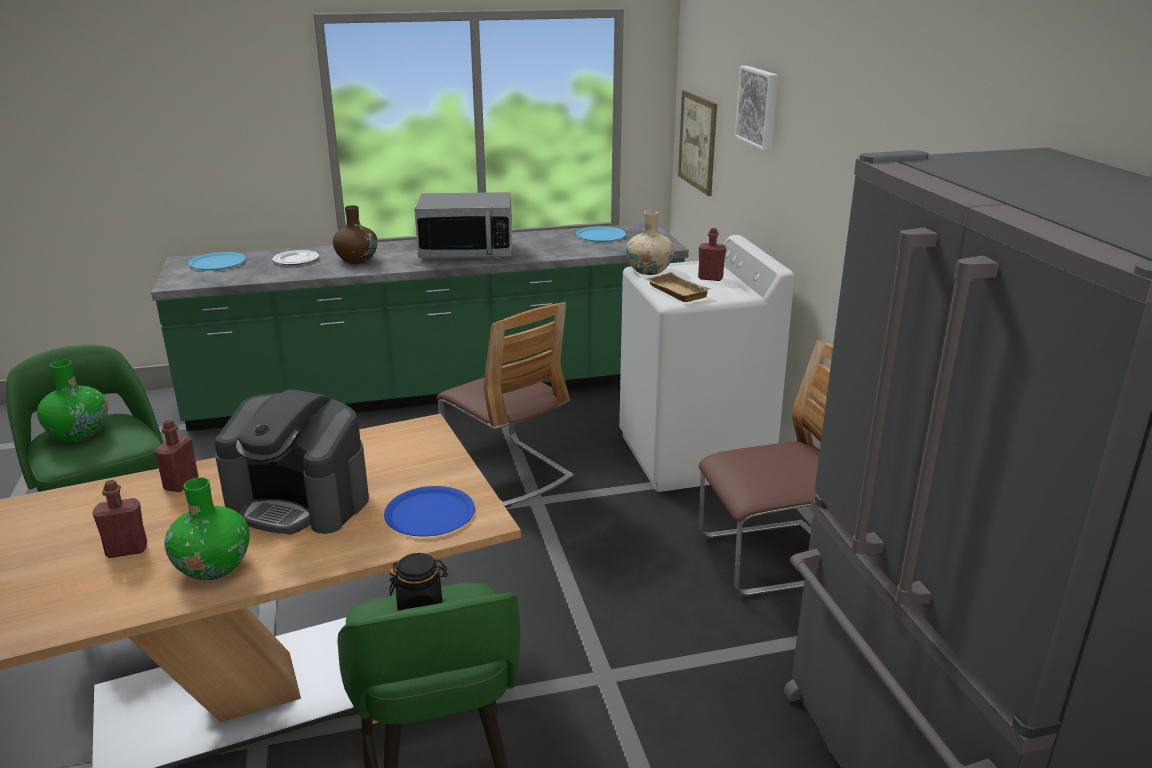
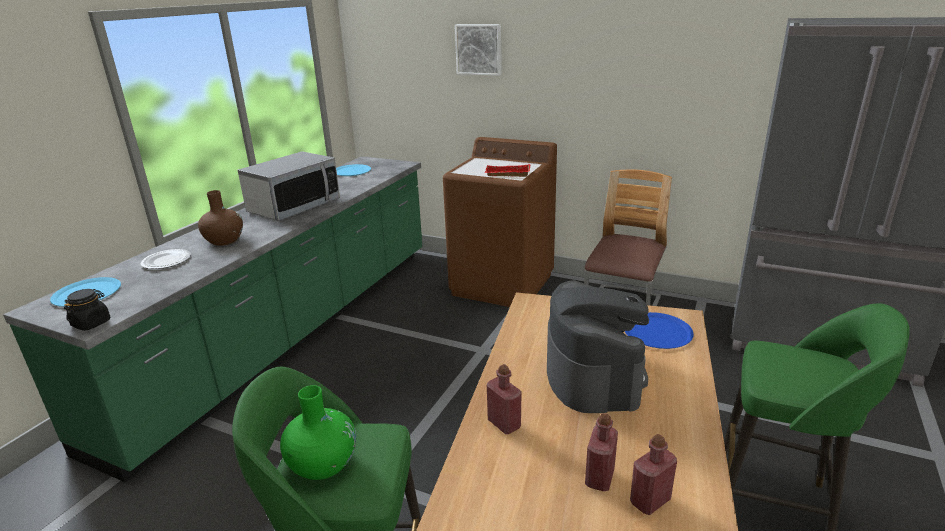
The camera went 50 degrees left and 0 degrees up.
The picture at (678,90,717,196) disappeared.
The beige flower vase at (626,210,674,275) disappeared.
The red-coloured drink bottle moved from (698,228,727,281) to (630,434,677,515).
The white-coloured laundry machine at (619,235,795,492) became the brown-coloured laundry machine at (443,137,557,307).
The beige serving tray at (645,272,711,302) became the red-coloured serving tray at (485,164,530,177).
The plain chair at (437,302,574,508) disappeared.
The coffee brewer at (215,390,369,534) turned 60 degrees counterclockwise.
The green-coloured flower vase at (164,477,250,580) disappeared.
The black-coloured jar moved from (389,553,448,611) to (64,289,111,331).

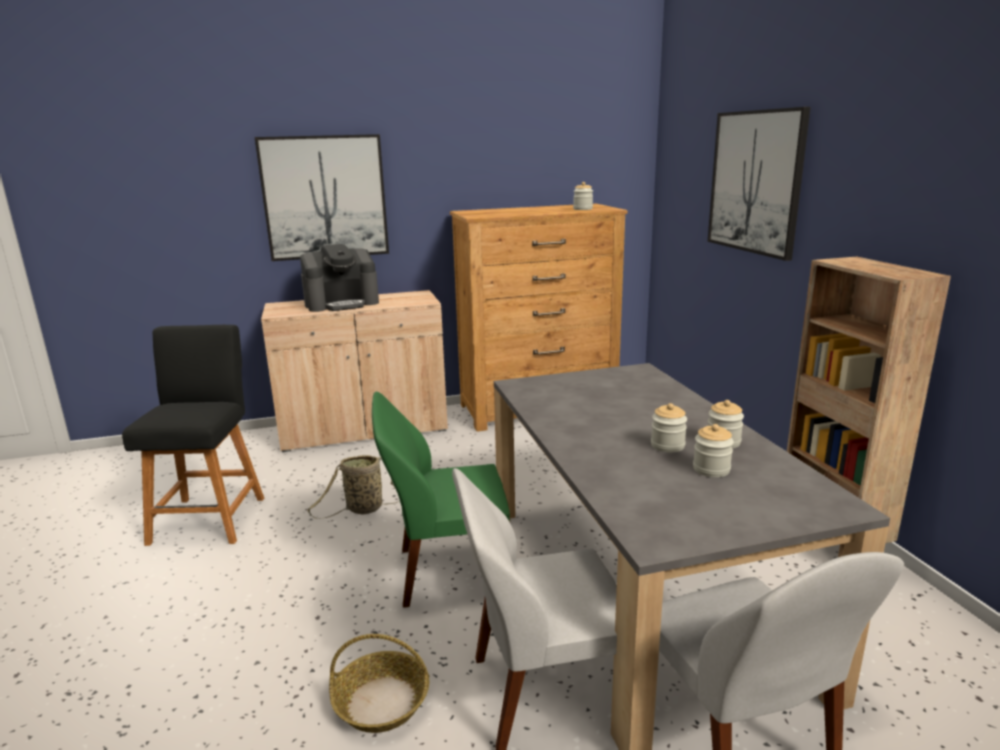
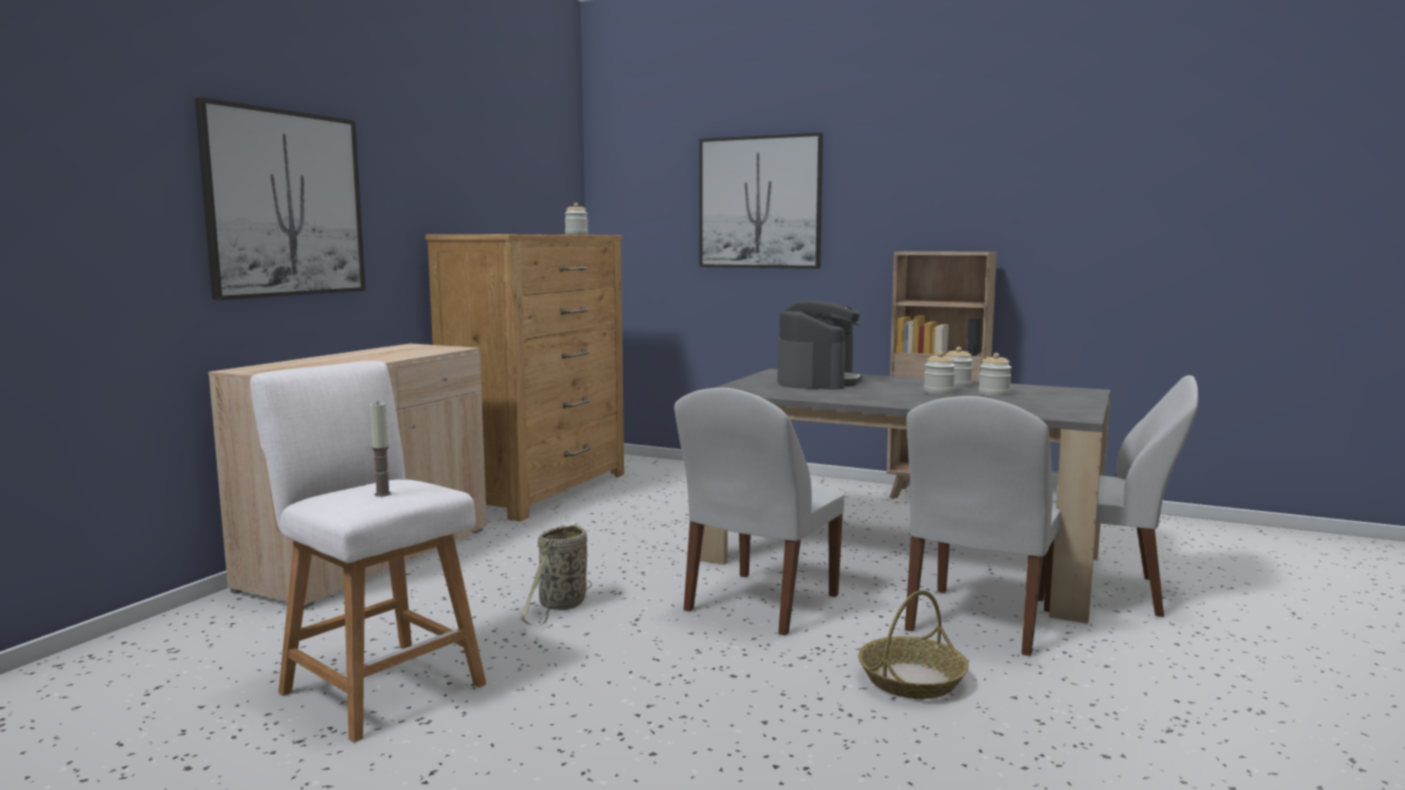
The camera went 50 degrees left and 10 degrees down.
The coffee brewer moved from (300,244,379,312) to (777,300,863,390).
The black-coloured stool seat at (122,325,264,546) became the white-coloured stool seat at (250,361,486,743).
The green-coloured plain chair at (372,392,510,608) became the white-coloured plain chair at (674,388,844,635).
The wax candle at (370,401,391,497) appeared.

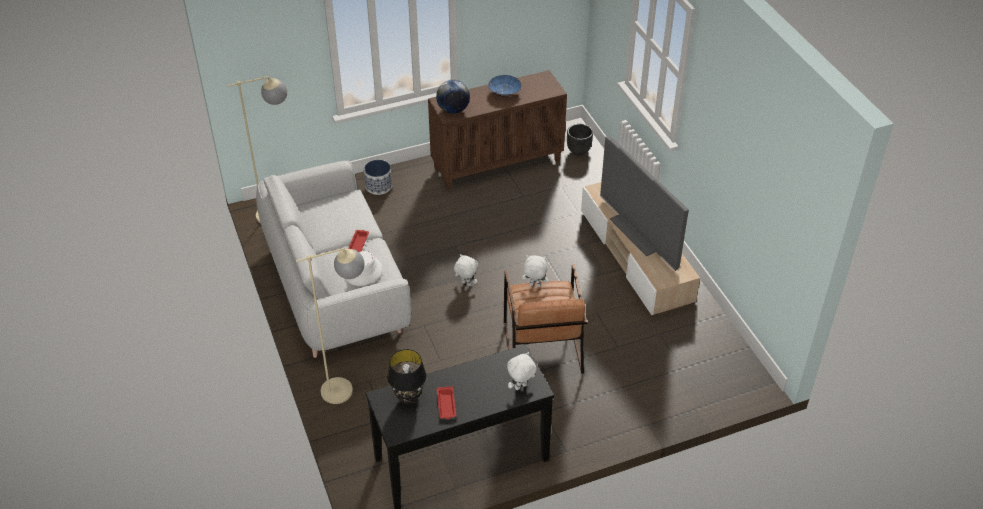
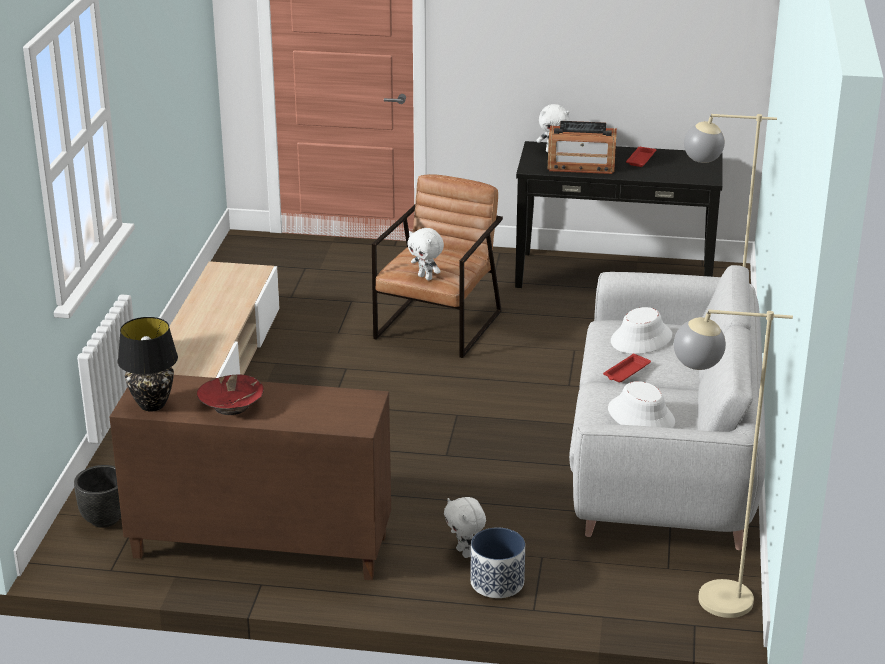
The camera went 150 degrees left and 15 degrees down.
The blue-coloured bowl at (488,75,521,97) became the red-coloured bowl at (197,374,264,415).
The world globe at (436,80,470,114) disappeared.
The TV set at (600,137,689,271) disappeared.
The white-coloured cuddly toy moved from (454,254,478,286) to (444,497,486,558).
The black-coloured lamp for a table moved from (387,349,427,405) to (118,317,178,412).
The radio receiver at (548,121,617,174) appeared.
The white-coloured clothing hat at (608,381,675,428) appeared.

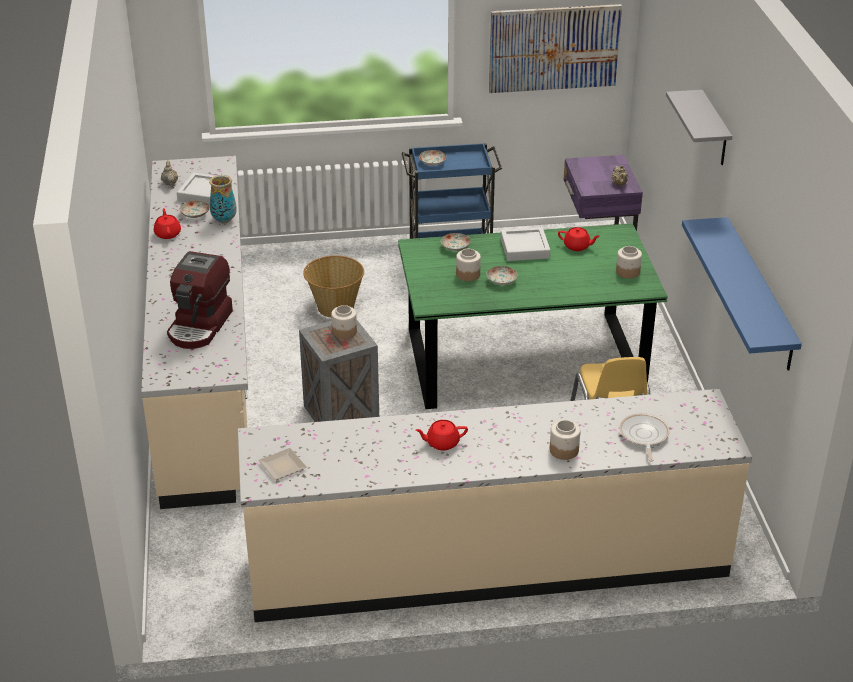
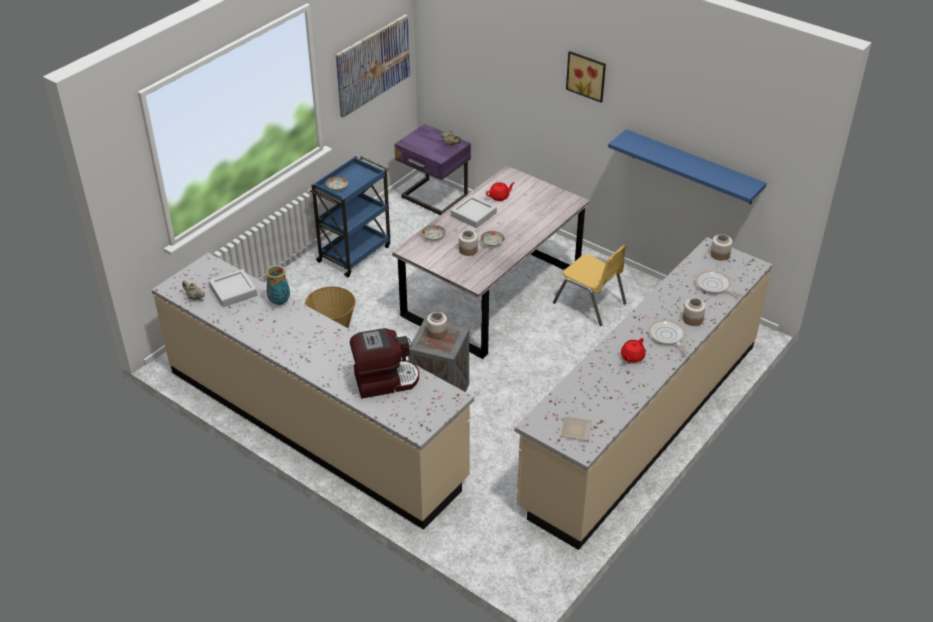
The camera went 45 degrees left and 5 degrees up.
The grey shelf at (666,90,732,165) was replaced by the picture at (566,51,606,102).
The plate at (179,201,209,218) disappeared.
The red-coloured teapot at (154,208,181,239) disappeared.
The green-coloured dining table at (398,223,668,409) became the grey dining table at (392,165,590,359).
The jar moved from (616,246,642,278) to (710,234,733,261).
The coffee brewer at (167,251,233,349) turned 75 degrees counterclockwise.
The skillet at (649,320,689,354) appeared.

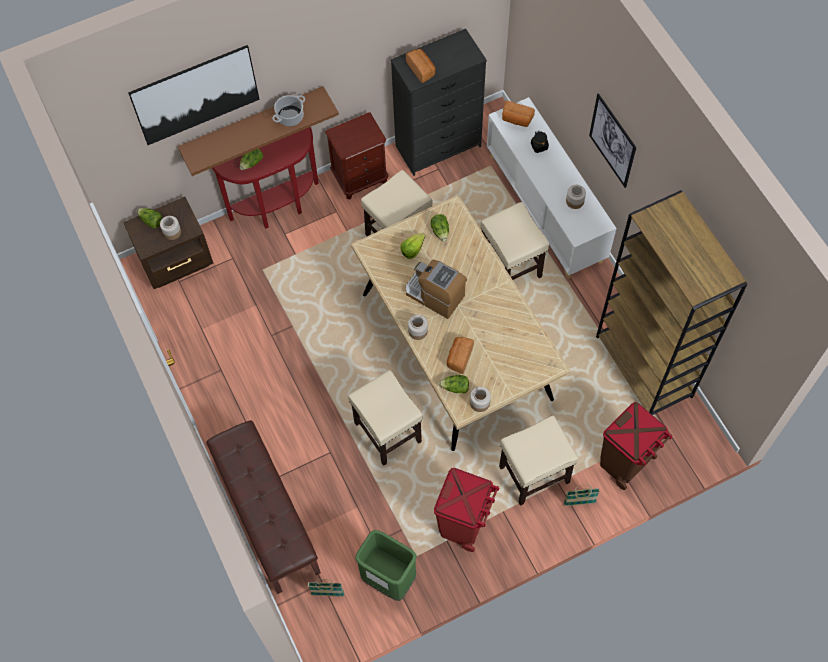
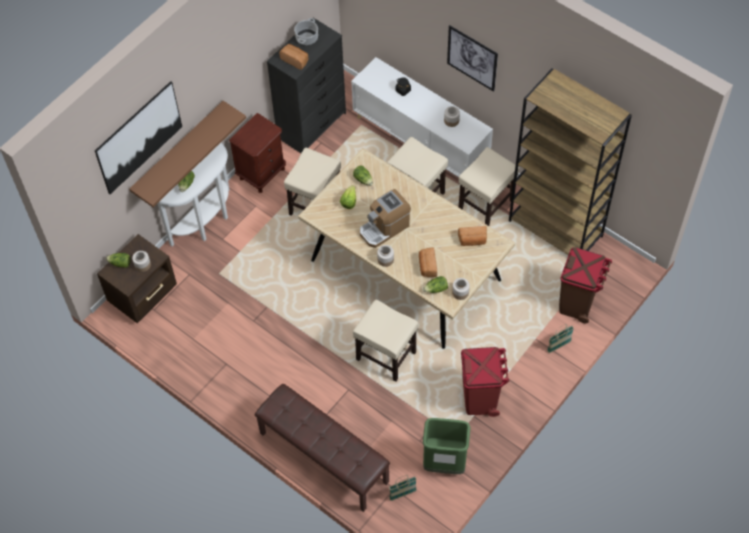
The camera went 25 degrees left and 5 degrees down.
The saucepot moved from (272,95,305,126) to (294,18,318,45).
The bread moved from (502,101,535,127) to (458,226,487,246).
The red-coloured hall table at (212,127,319,229) became the white-coloured hall table at (157,142,230,246).
The coffee brewer at (405,260,467,319) turned 45 degrees counterclockwise.
The beige stool seat moved from (499,416,578,506) to (459,147,519,226).

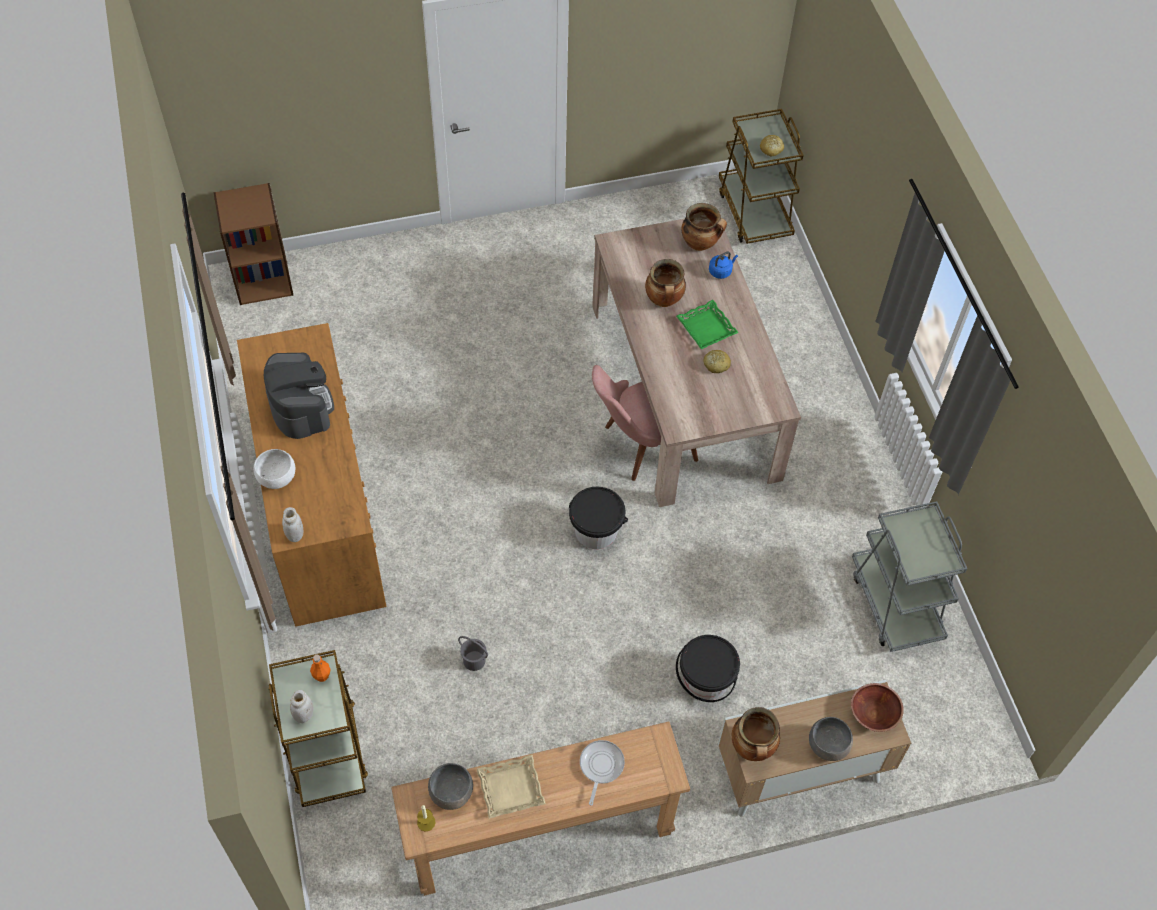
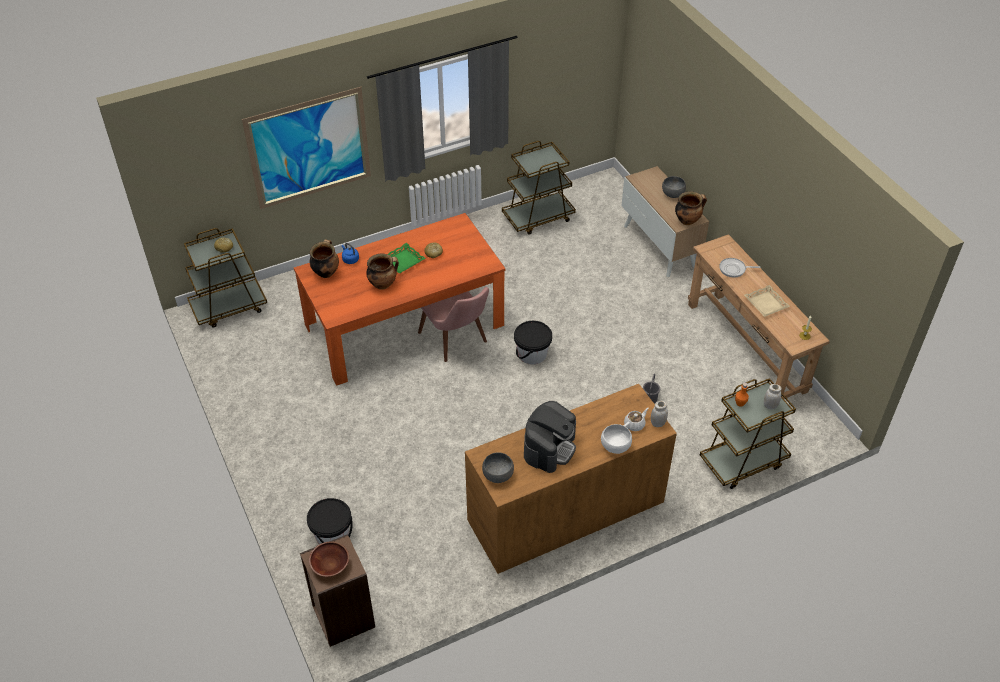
The camera went 100 degrees left and 10 degrees down.
The beige dining table at (592,219,801,507) became the orange-coloured dining table at (294,213,506,386).
The coffee brewer at (264,352,334,439) turned 150 degrees clockwise.
The grey wheeled cart at (852,501,967,652) became the brown-coloured wheeled cart at (502,141,576,235).
The black-coloured bucket moved from (676,635,740,702) to (307,498,353,544).
The brown-coloured bowl moved from (851,683,904,732) to (309,541,349,577).
The grey bowl moved from (428,763,473,810) to (482,452,514,483).
The picture at (242,87,371,209) appeared.
The white-coloured teapot at (624,408,649,431) appeared.

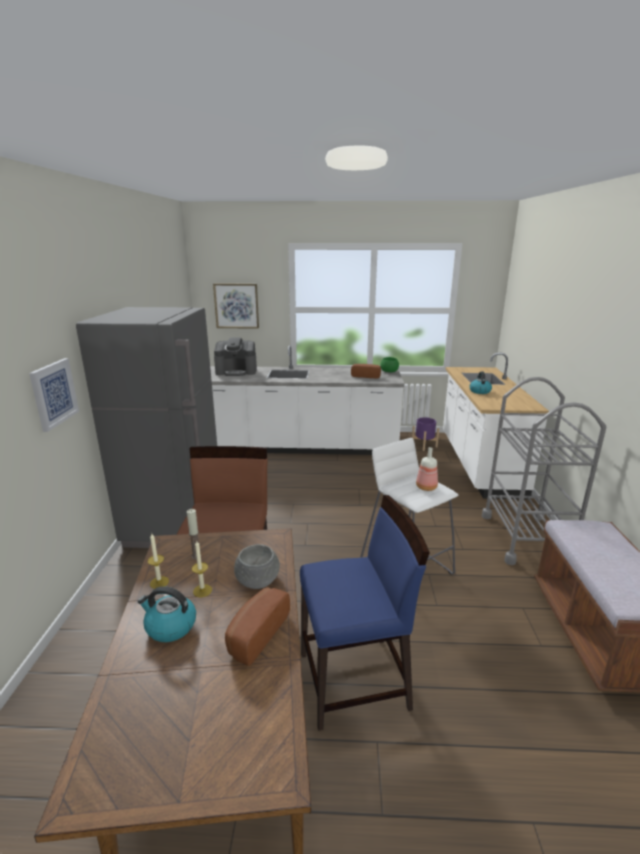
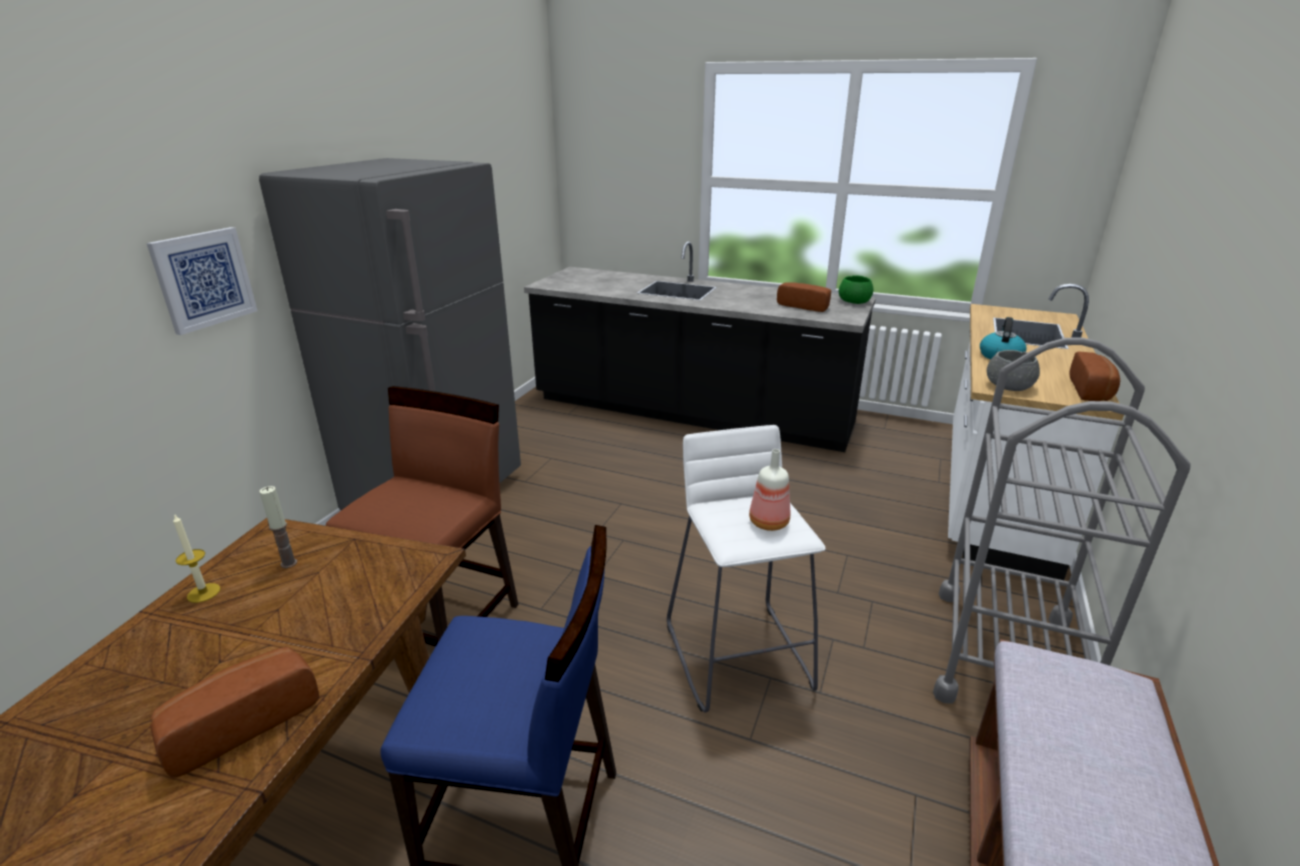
The camera went 20 degrees right and 5 degrees up.
The picture at (213,284,259,329) disappeared.
The coffee brewer at (214,338,257,376) disappeared.
The white-coloured kitchen base unit at (210,345,405,455) became the black-coloured kitchen base unit at (524,242,876,452).
The purple flower pot at (412,417,439,451) disappeared.
The wax candle at (192,541,212,597) disappeared.
The grey bowl moved from (234,544,280,589) to (987,350,1040,391).
The water kettle at (138,586,196,642) disappeared.
The bread at (1069,351,1120,401) appeared.

